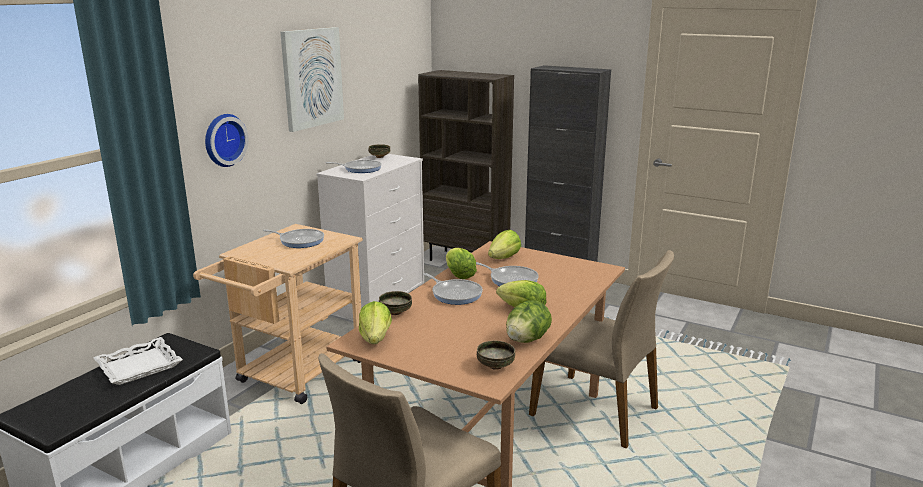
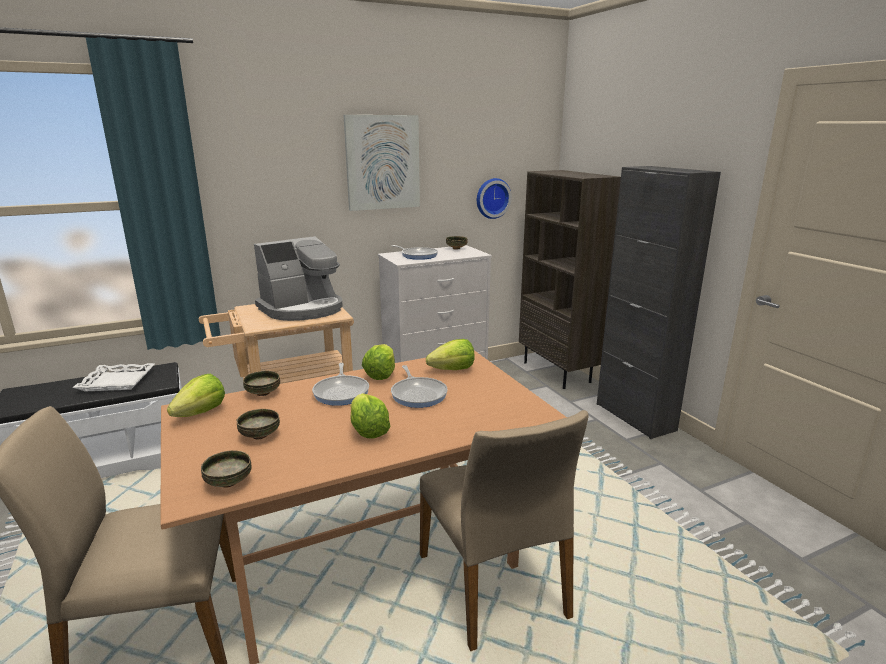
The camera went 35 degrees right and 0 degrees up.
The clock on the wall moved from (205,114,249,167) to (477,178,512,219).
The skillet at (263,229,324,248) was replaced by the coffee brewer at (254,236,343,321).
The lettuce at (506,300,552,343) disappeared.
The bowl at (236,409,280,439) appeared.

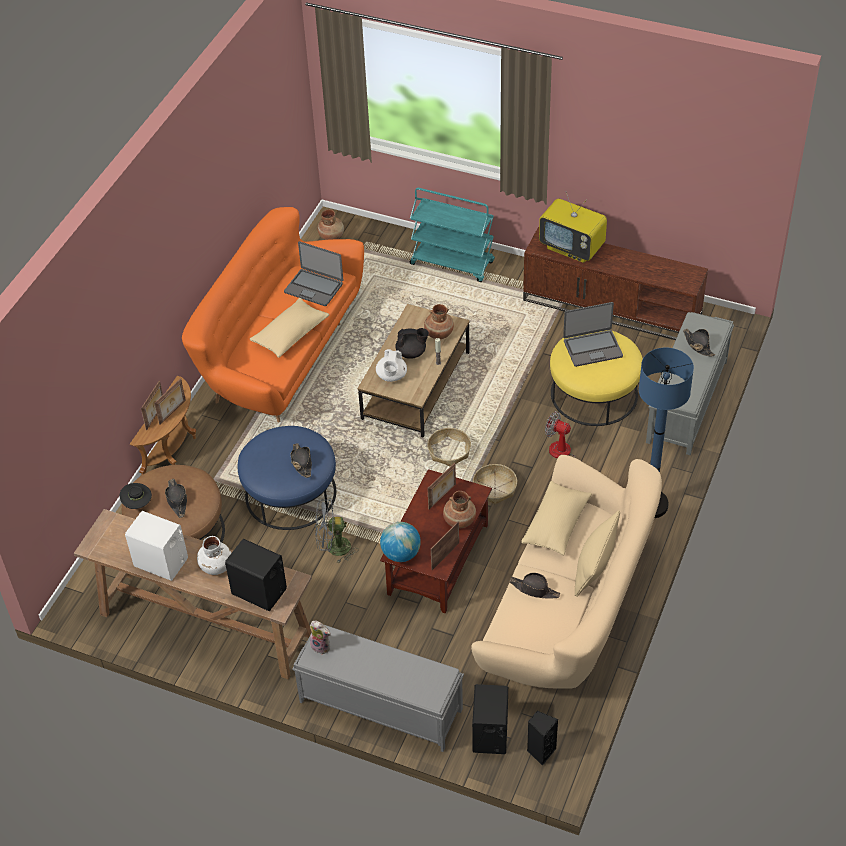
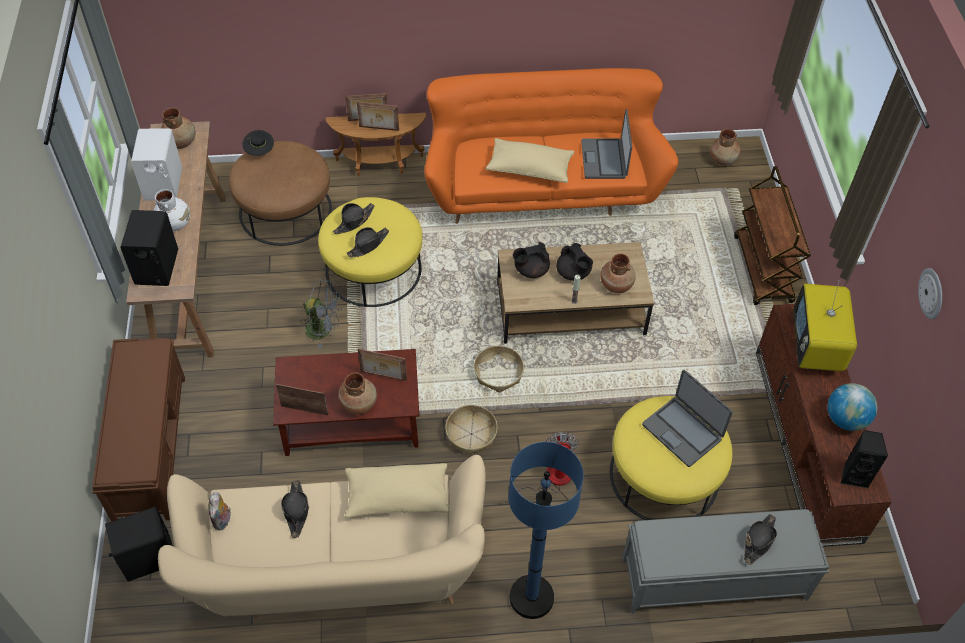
The camera went 60 degrees right and 5 degrees up.
The turquoise-coloured wheeled cart at (410,188,495,282) became the brown-coloured wheeled cart at (734,166,811,305).
The white-coloured teapot at (376,349,407,382) became the black-coloured teapot at (513,242,550,278).
The blue-coloured pouffe at (238,426,336,530) became the yellow pouffe at (318,197,422,307).
The black-coloured clothing hat moved from (165,479,187,518) to (333,203,375,234).
The grey electric fan at (315,498,359,563) turned 135 degrees clockwise.
The beige throw pillow at (575,510,620,597) disappeared.
The world globe moved from (380,522,421,562) to (828,383,877,431).
The cuddly toy moved from (310,621,331,655) to (208,491,231,530).
The grey long seat at (292,625,464,752) became the brown-coloured long seat at (92,338,185,522).
The black-coloured audio speaker moved from (527,711,558,766) to (840,430,888,489).
The brown-coloured flower vase at (161,108,195,149) appeared.
The clock on the wall at (918,268,942,319) appeared.

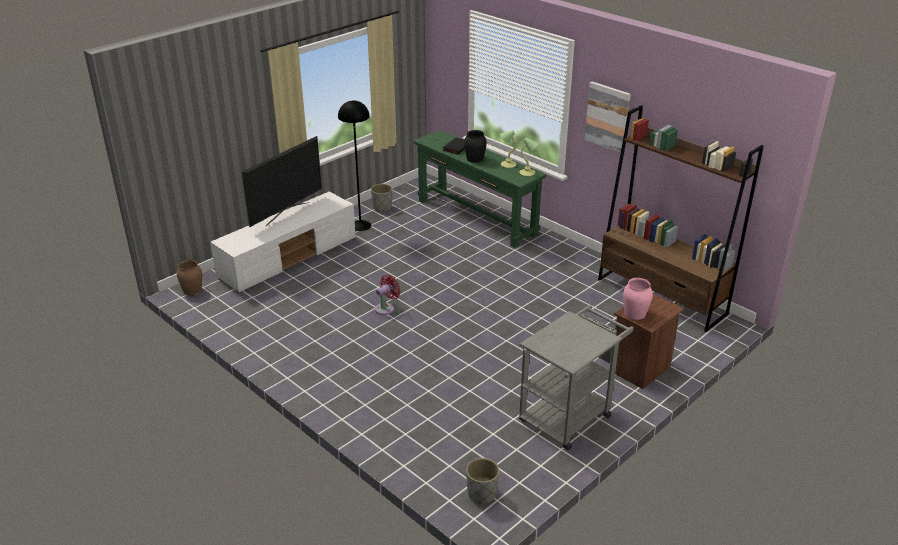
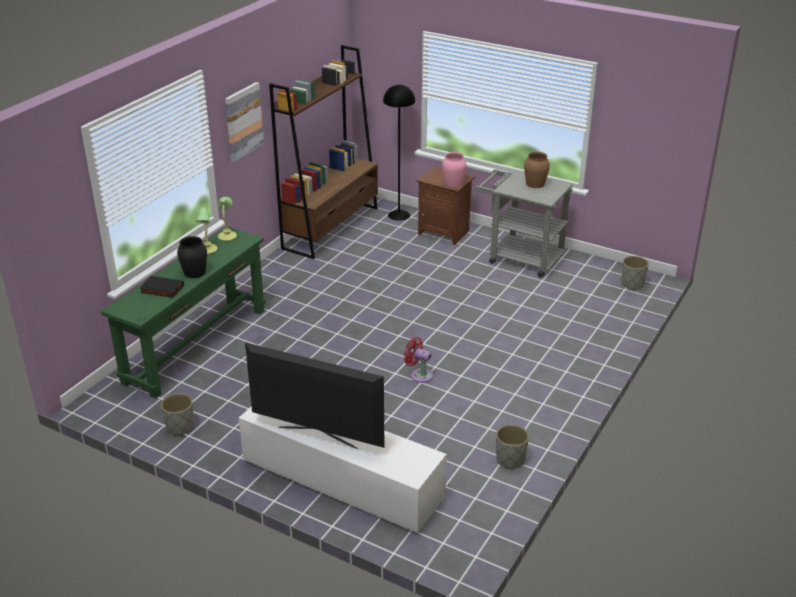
The camera went 105 degrees left and 0 degrees up.
The black-coloured standard lamp moved from (338,100,371,231) to (383,85,415,221).
The brown-coloured flower vase moved from (177,260,202,295) to (524,152,550,188).
The grey flower pot at (496,425,529,469) appeared.

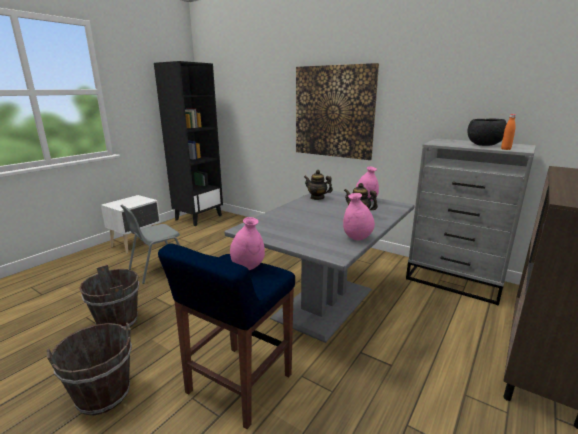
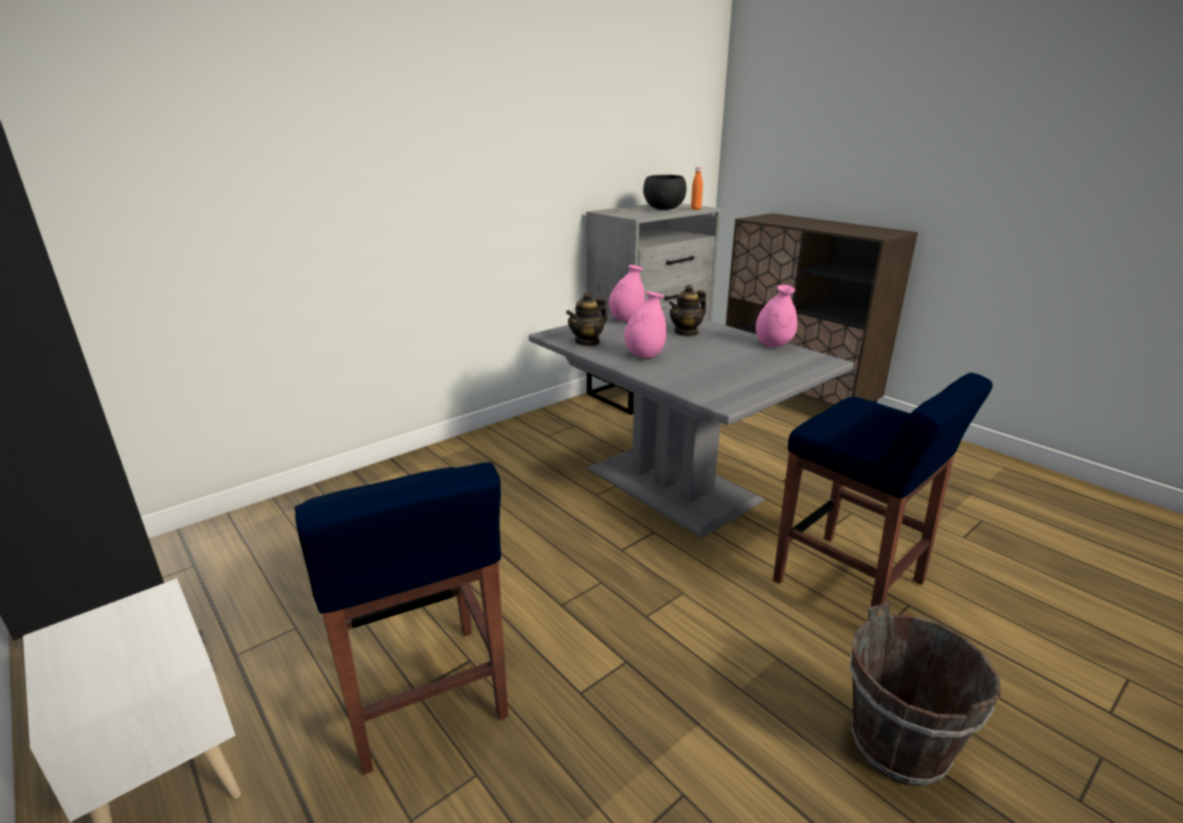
The camera went 75 degrees left and 5 degrees up.
The picture at (296,63,379,160) disappeared.
The grey plain chair at (120,205,180,284) was replaced by the blue-coloured stool seat at (294,462,508,775).
The pinkish flower vase moved from (230,217,265,270) to (624,291,666,358).
The brown-coloured bucket at (79,265,139,328) disappeared.

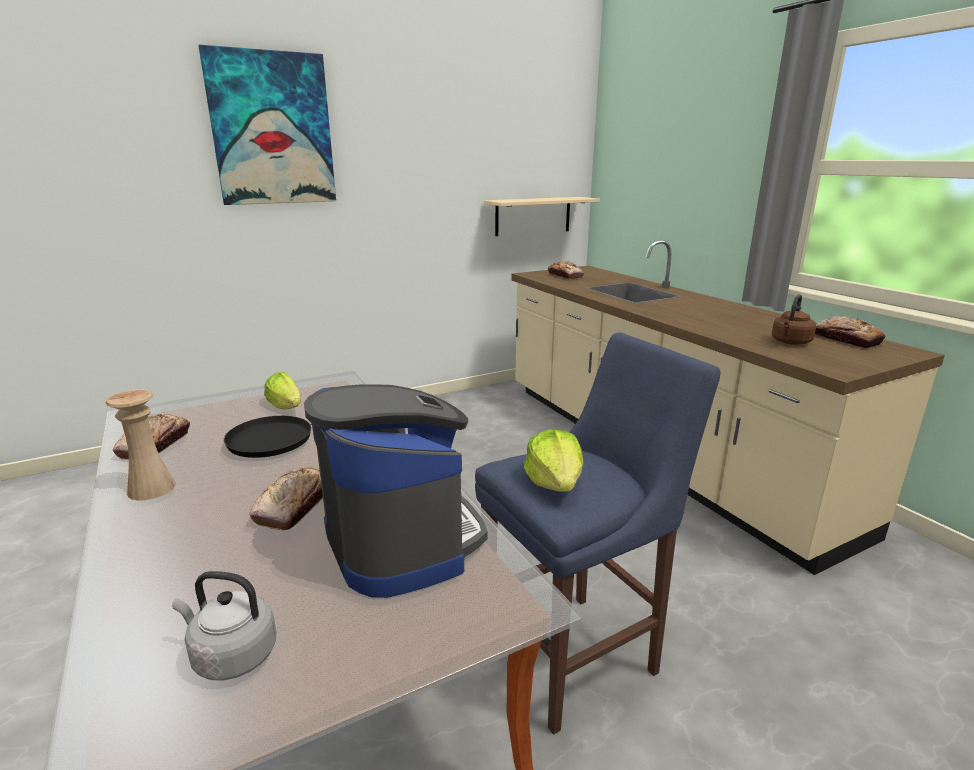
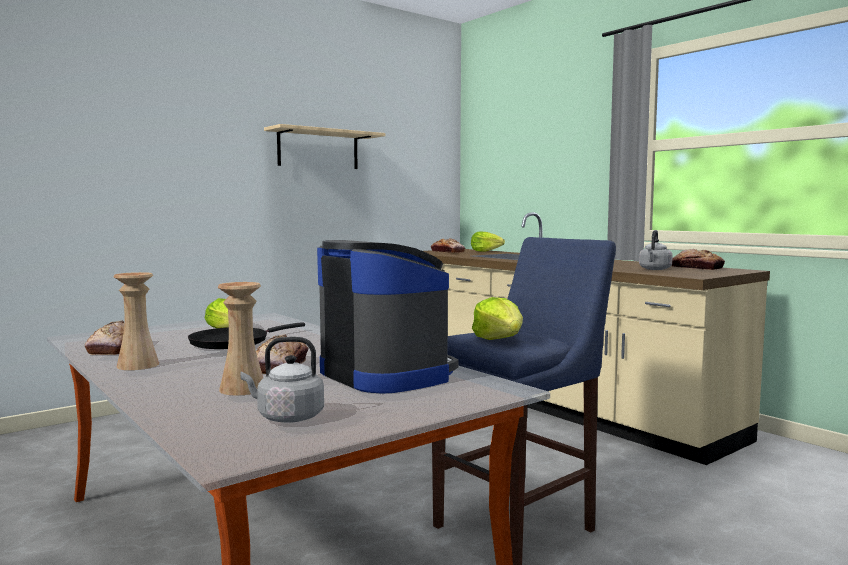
The camera went 10 degrees left and 15 degrees down.
The picture at (198,45,336,205) disappeared.
The beige shelf moved from (484,197,600,236) to (264,124,385,169).
The brown-coloured water kettle at (772,294,816,345) became the grey water kettle at (639,230,673,270).
The lettuce at (471,232,505,252) appeared.
The beige flower vase at (218,282,263,396) appeared.

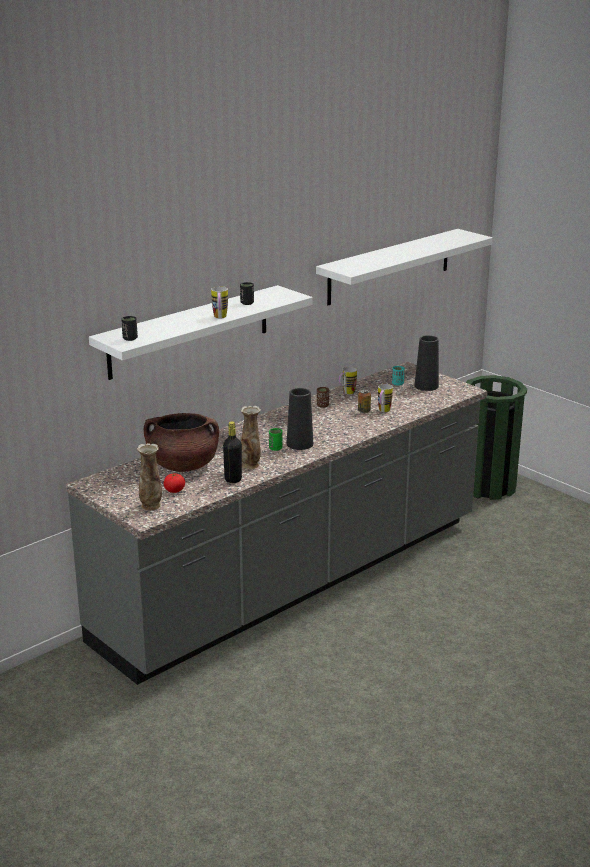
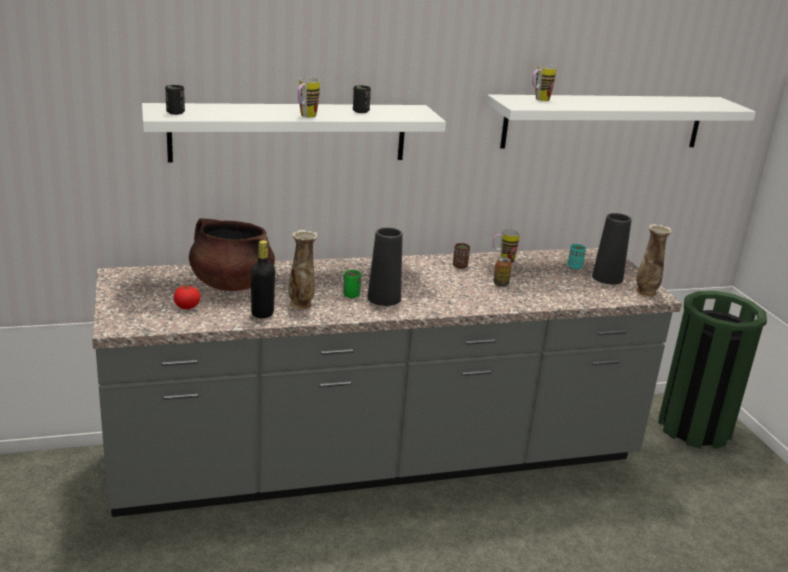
The camera went 25 degrees right and 0 degrees up.
The tea mug moved from (378,384,393,412) to (532,65,557,101).
The flower vase moved from (137,443,162,511) to (636,224,672,296).

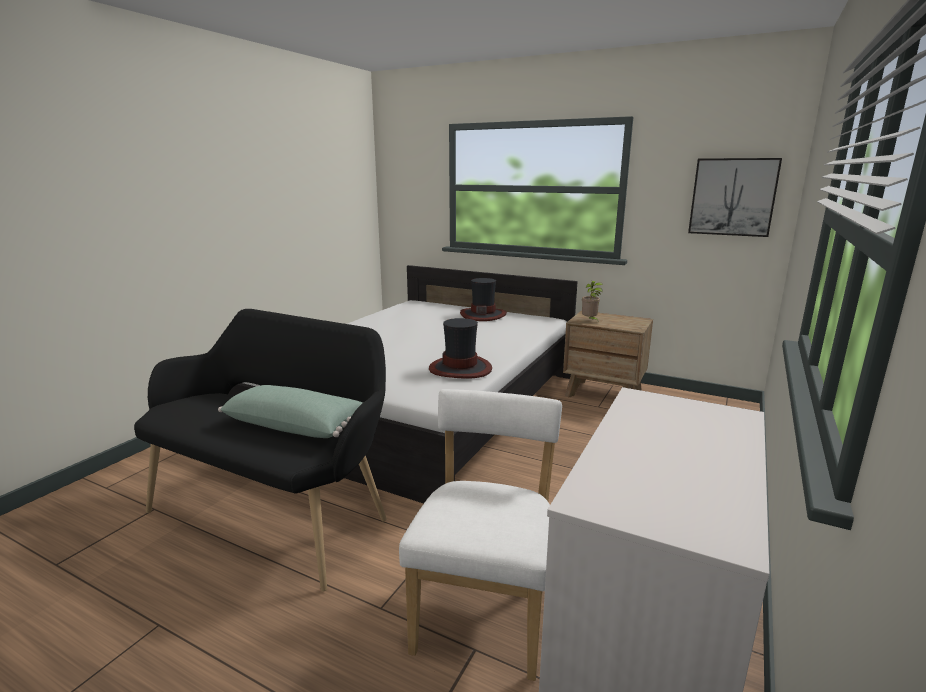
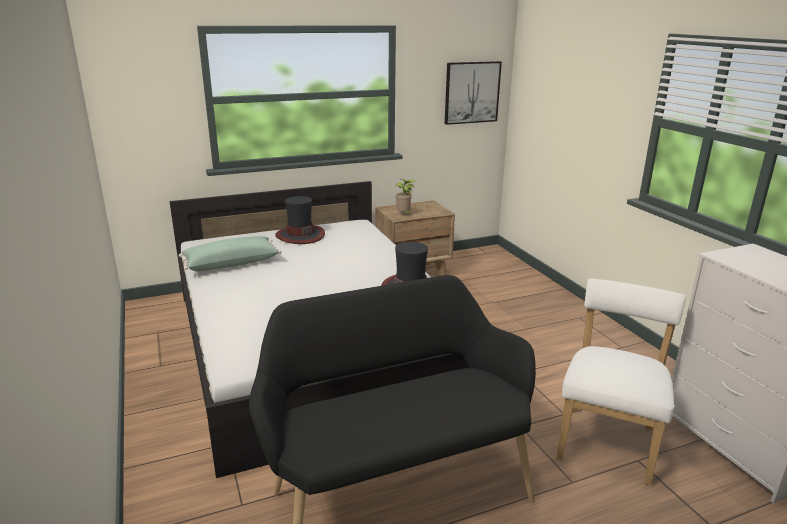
The camera went 50 degrees left and 5 degrees up.
The green-coloured throw pillow moved from (218,385,363,438) to (179,236,282,271).
The white-coloured plain chair at (399,389,562,681) turned 60 degrees clockwise.

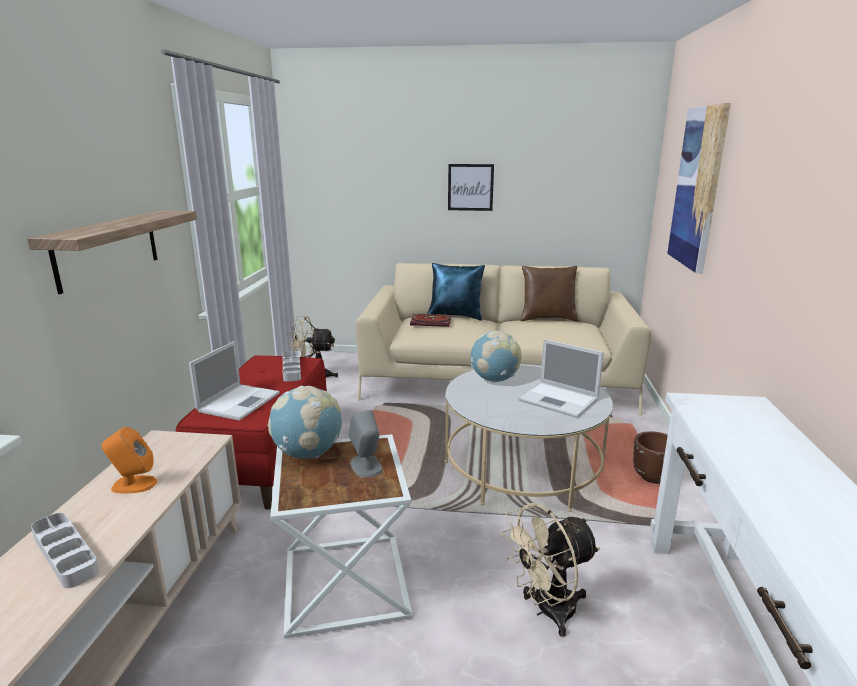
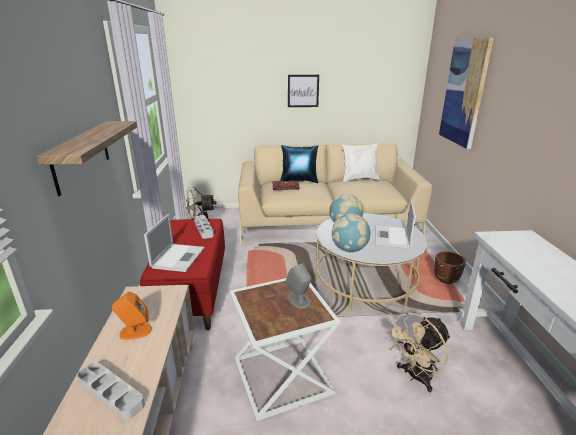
The camera went 10 degrees left and 5 degrees up.
The brown-coloured throw pillow at (520,266,579,321) became the white-coloured throw pillow at (342,143,380,182).
The portable computer at (518,339,604,418) turned 75 degrees clockwise.
The world globe moved from (268,386,342,459) to (332,214,370,252).

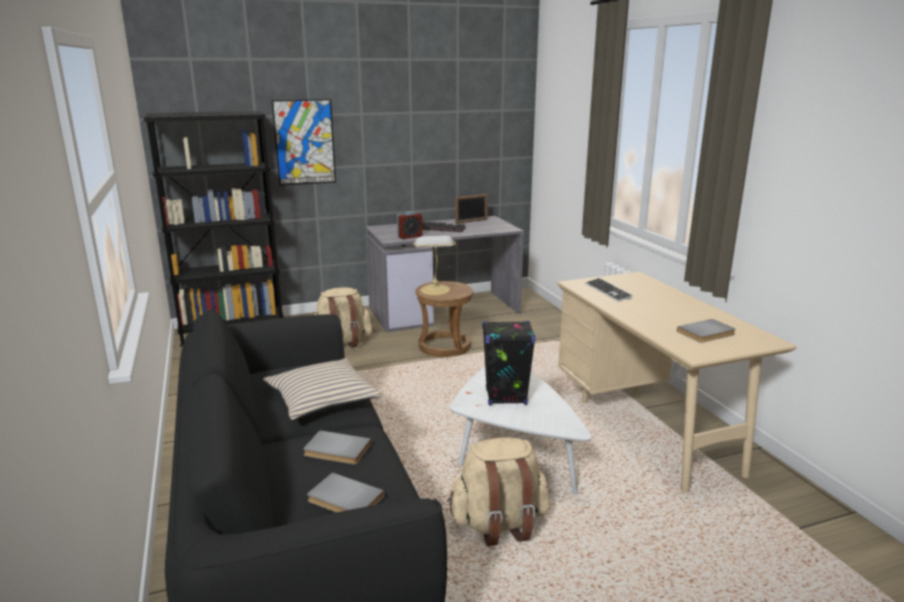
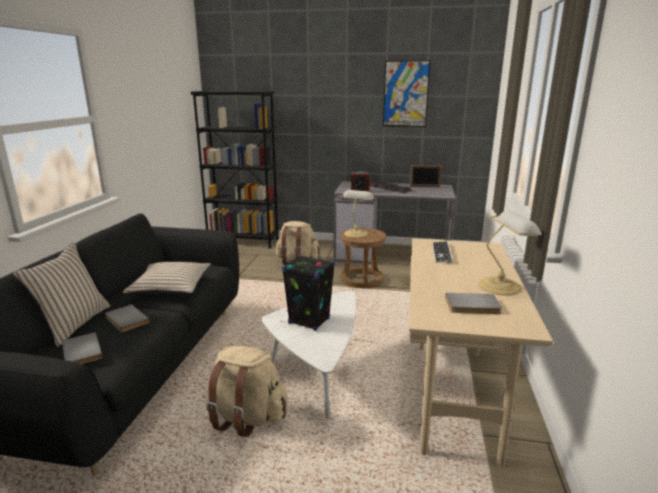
The camera went 30 degrees right and 0 degrees up.
The picture moved from (272,99,336,186) to (383,60,431,127).
The lamp for a table at (478,211,541,295) appeared.
The beige throw pillow at (13,242,110,347) appeared.

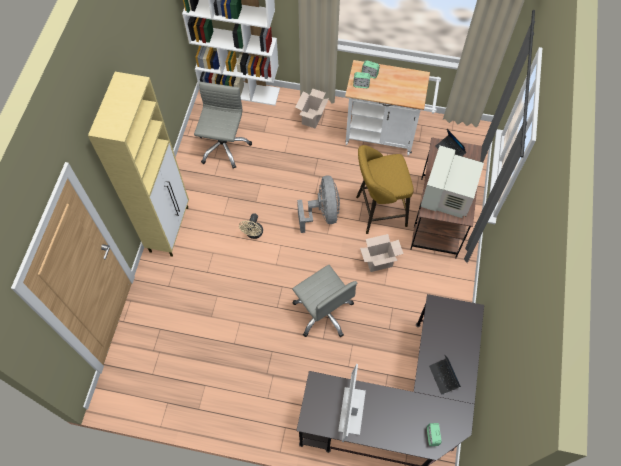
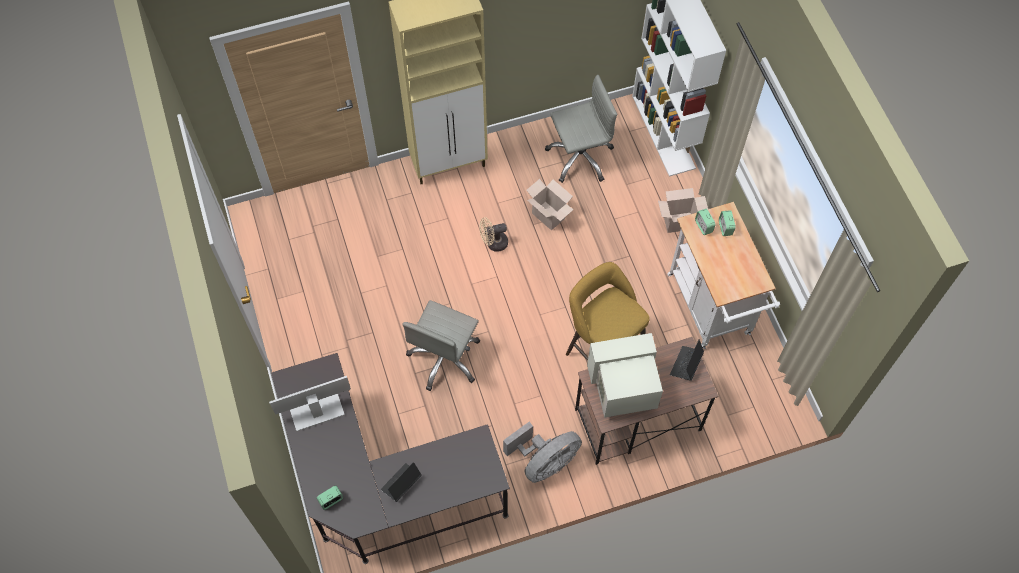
The camera went 60 degrees right and 0 degrees up.
The grey electric fan moved from (297,176,340,233) to (503,422,582,483).
The cardboard box moved from (360,234,404,272) to (526,179,574,230).

